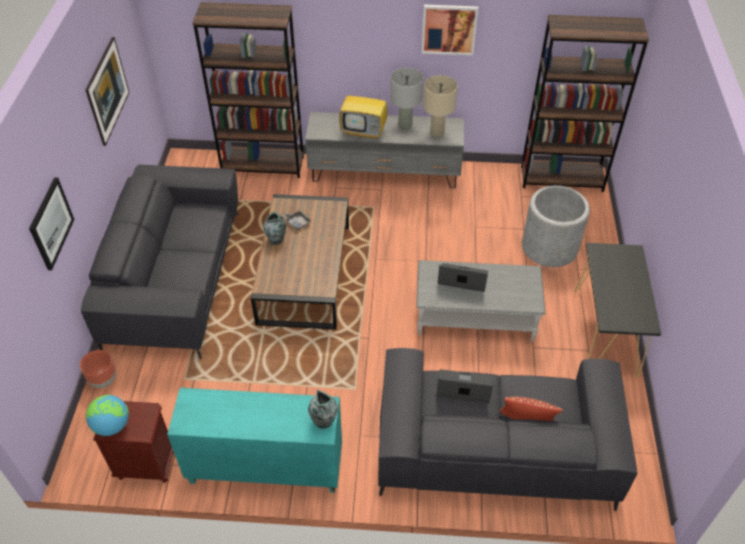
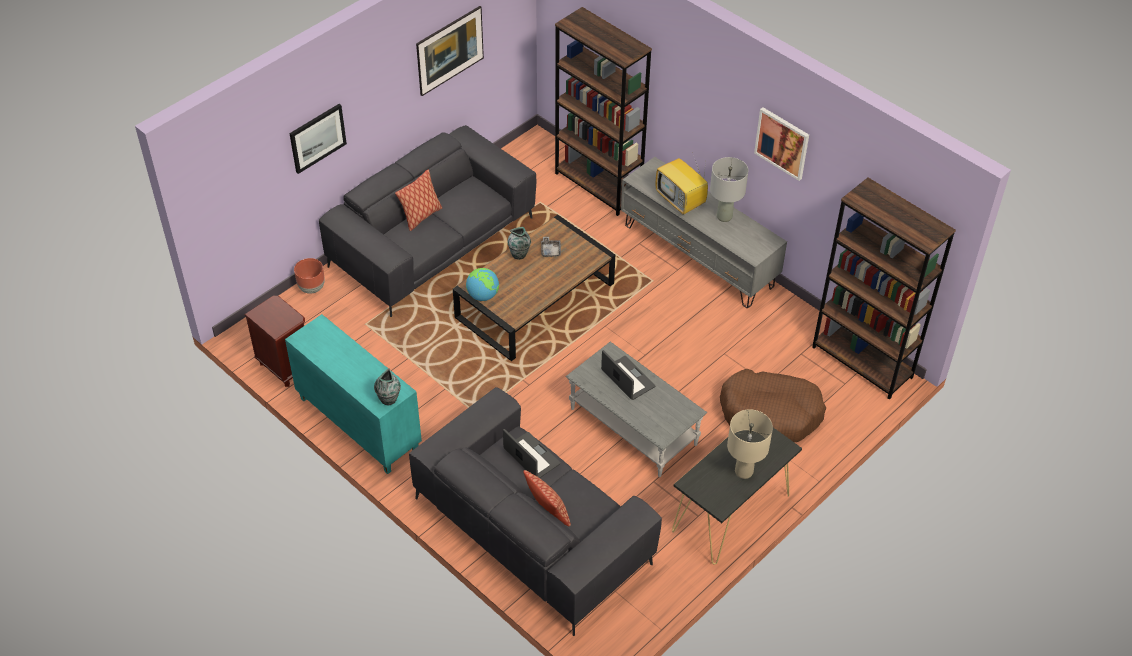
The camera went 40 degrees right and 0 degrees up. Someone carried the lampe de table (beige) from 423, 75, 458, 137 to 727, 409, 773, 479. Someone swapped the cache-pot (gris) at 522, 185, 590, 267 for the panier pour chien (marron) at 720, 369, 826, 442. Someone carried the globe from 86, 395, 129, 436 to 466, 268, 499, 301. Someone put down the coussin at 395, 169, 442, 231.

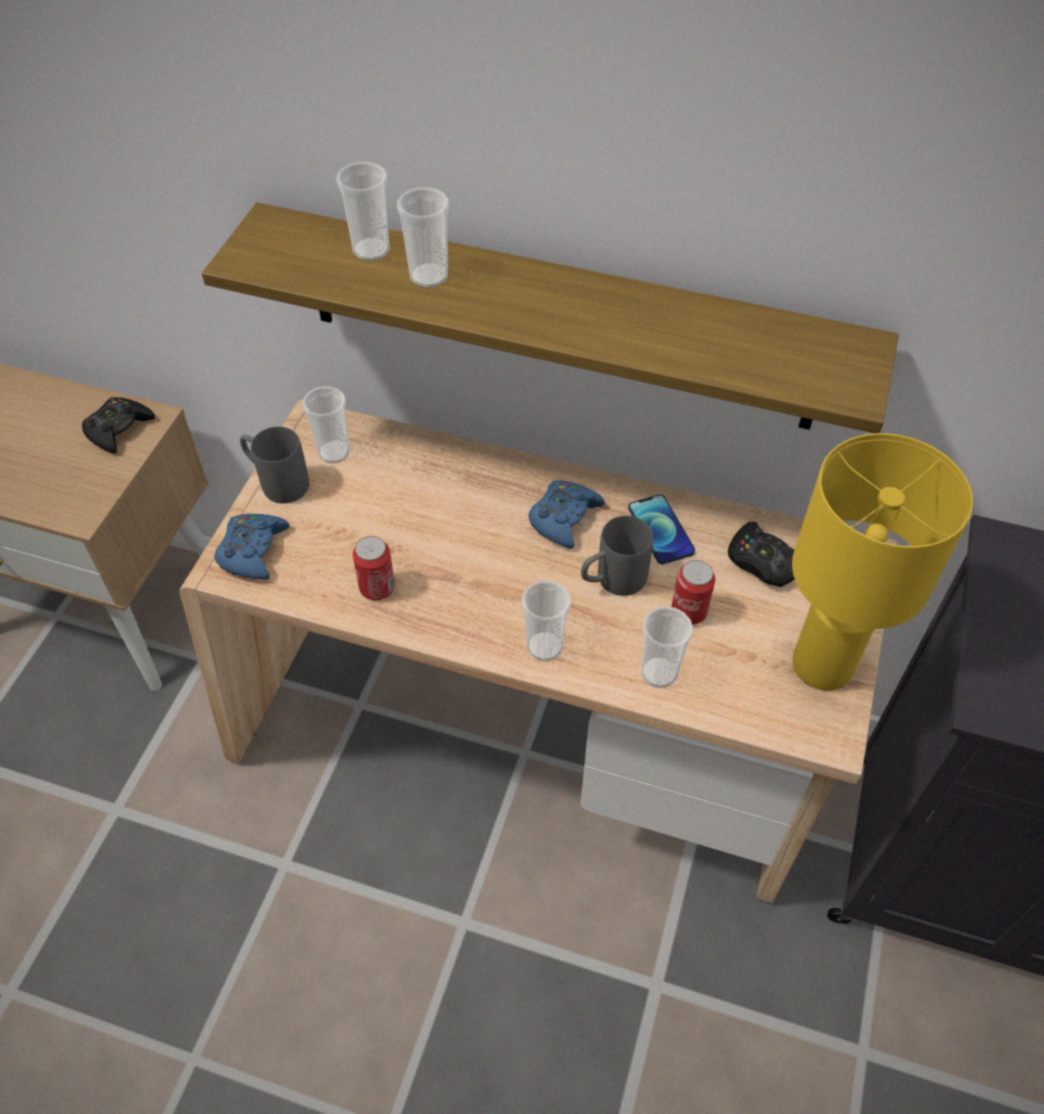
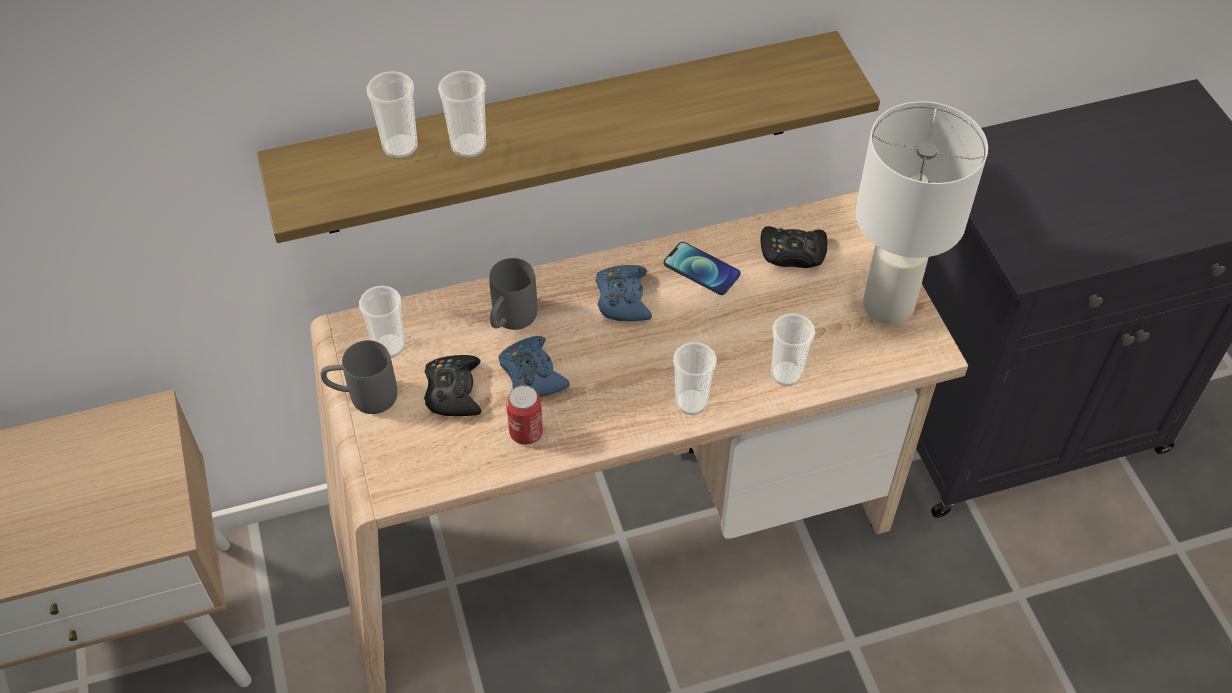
The camera went 35 degrees left and 0 degrees up. Someone carried the manette (noir) from 82, 397, 155, 454 to 424, 355, 481, 416. Someone repainted the lampe de table (jaune) at 792, 433, 973, 691, which became the lampe de table (blanc) at 855, 101, 988, 325. Someone carried the manette (bleu) from 214, 514, 290, 580 to 498, 336, 570, 397. Someone carried the mug (gris) from 581, 516, 653, 596 to 489, 258, 537, 330. Someone took away the boîte métallique at 671, 560, 715, 625.

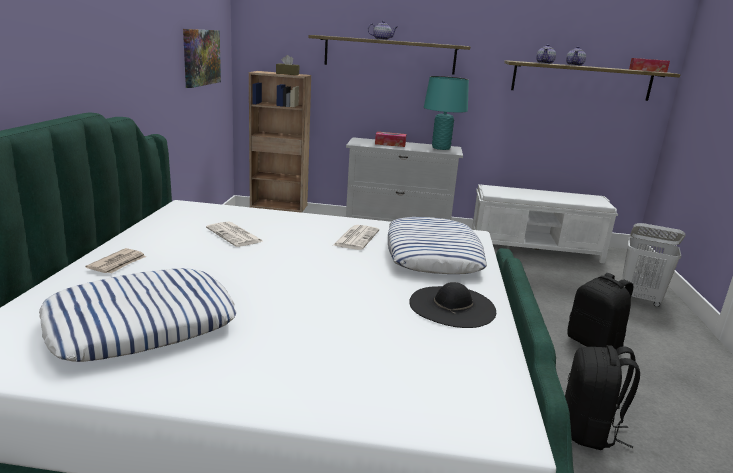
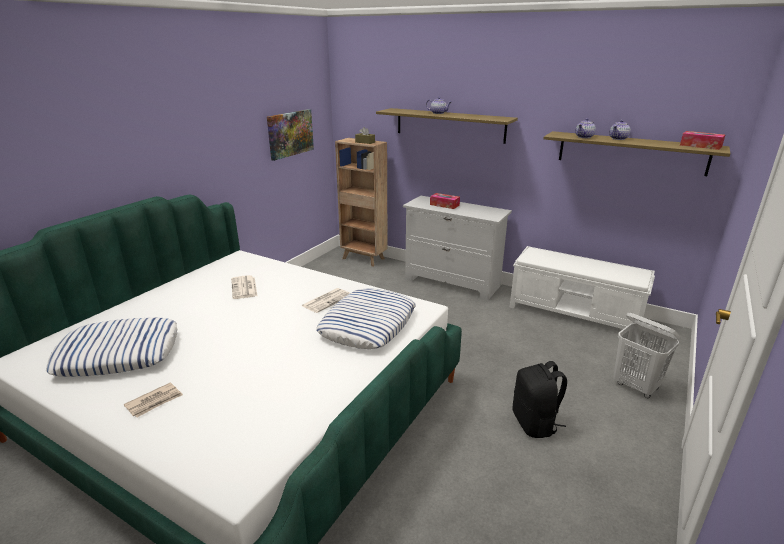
The camera went 25 degrees right and 5 degrees up. Someone took away the lampe de table (turquoise) at 424, 76, 469, 150. Someone carried the journal from 85, 248, 146, 273 to 124, 382, 183, 417. Someone took away the chapeau (noir) at 409, 282, 496, 328. Someone took away the sac à dos (noir) at 565, 345, 640, 450.

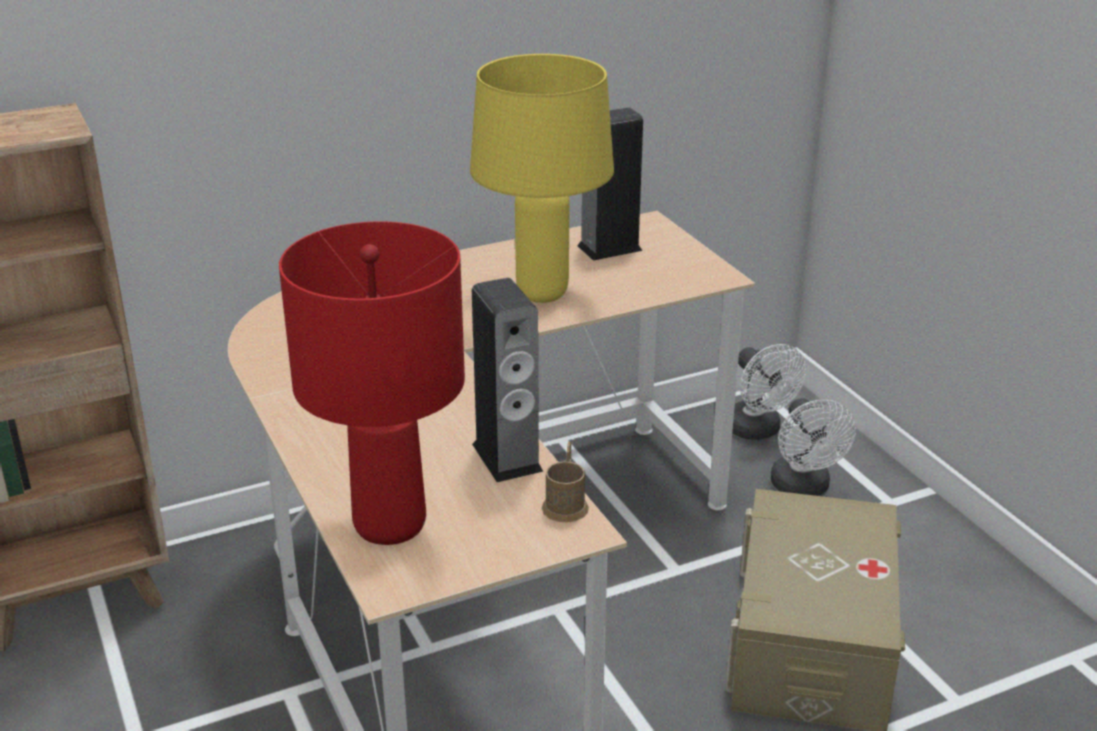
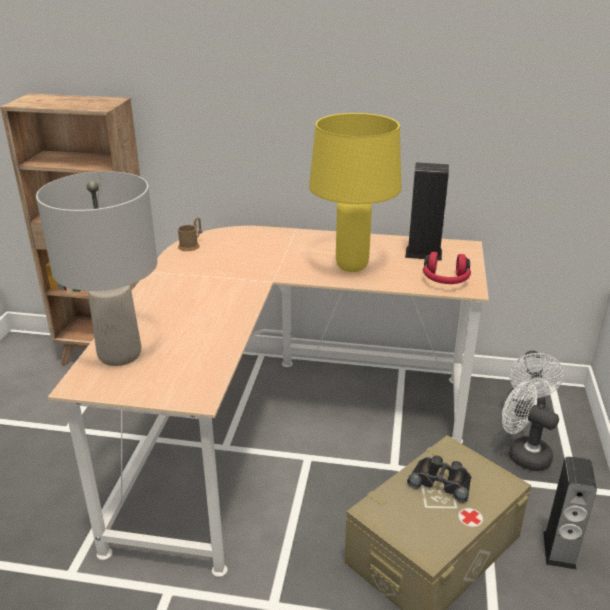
The camera went 35 degrees right and 0 degrees up. Someone repainted the lampe de table (rouge) at 279, 221, 465, 545, which became the lampe de table (gris) at 36, 171, 157, 366. Someone carried the enceinte from 472, 278, 543, 482 to 543, 456, 597, 570. Someone rotated the ventilateur (blanc) at 771, 398, 856, 496 by 105 degrees clockwise. Someone carried the mug (marron) from 542, 441, 589, 522 to 178, 218, 203, 251. Someone put down the casque audio (rouge) at 423, 252, 471, 284. Someone put down the jumelles (noir) at 407, 455, 471, 503.

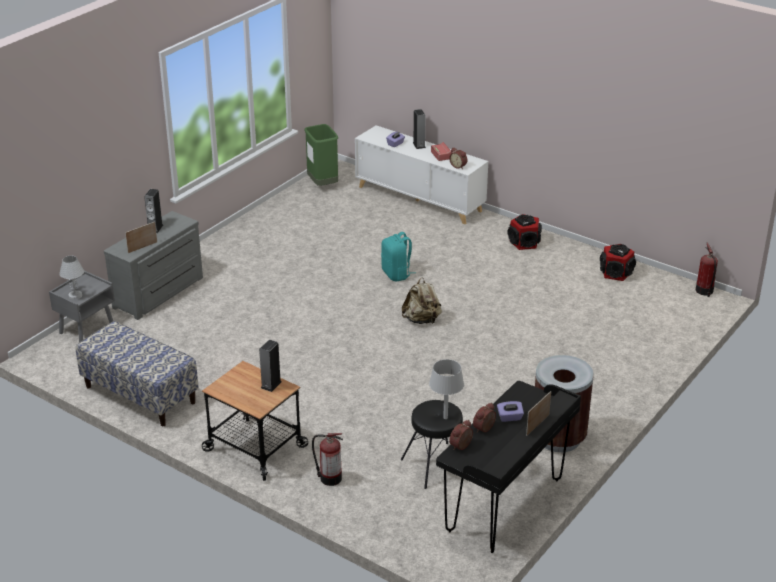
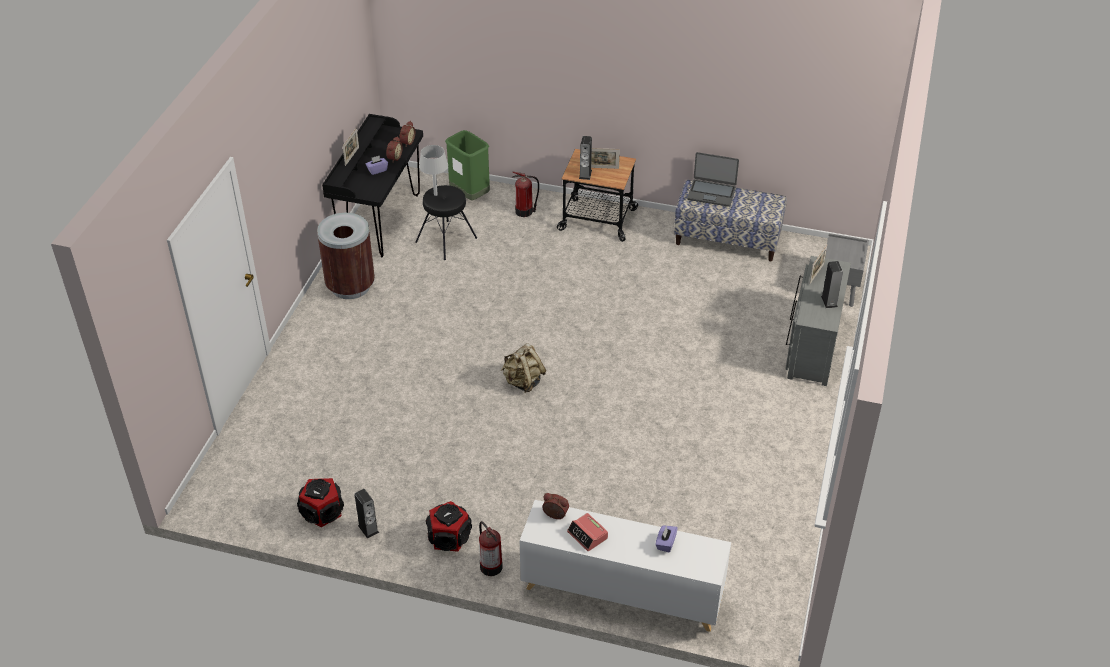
The camera went 160 degrees right and 10 degrees up. Someone carried the enceinte from 413, 109, 426, 149 to 354, 489, 379, 539. Someone carried the poubelle (vert) from 304, 124, 338, 186 to 445, 130, 490, 200. Someone took away the sac à dos (turquoise) at 381, 232, 416, 281. Someone carried the extincteur from 696, 242, 718, 297 to 479, 521, 503, 576. Someone took away the lampe de table (blanc) at 59, 256, 84, 300. Someone put down the cadre photo at 591, 148, 620, 169. Someone put down the ordinateur portable at 687, 152, 739, 207.

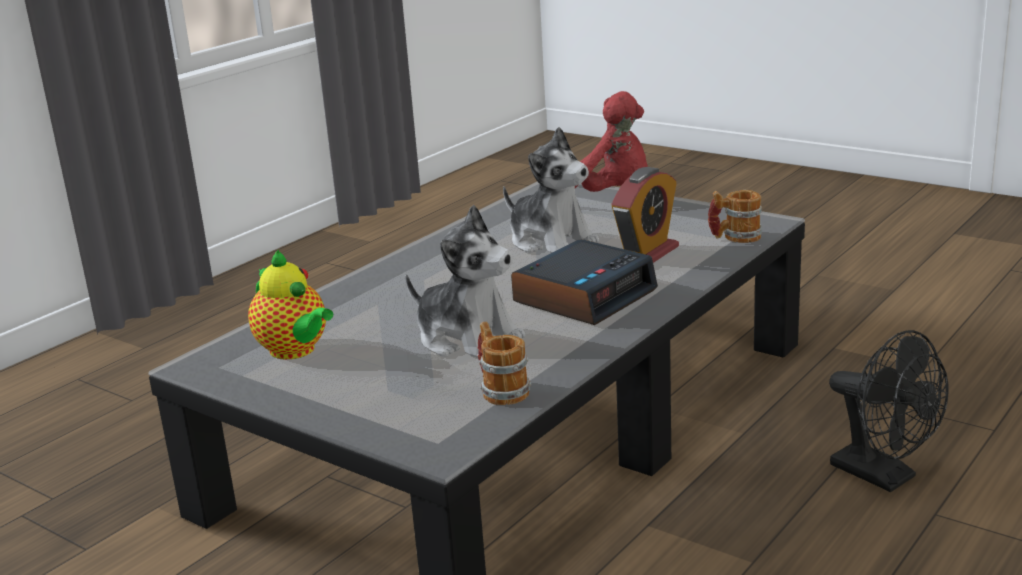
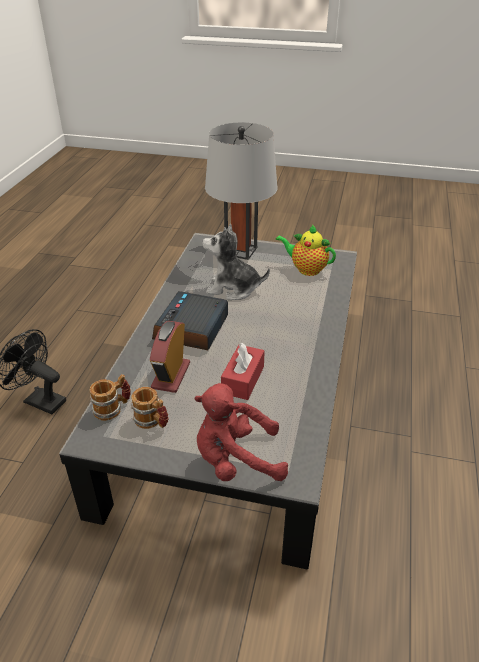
The camera went 155 degrees right and 15 degrees up. Someone swapped the peluche at 503, 127, 599, 253 for the boîte à mouchoirs (rouge) at 221, 343, 265, 400. Someone carried the mug from 477, 322, 531, 405 to 131, 387, 169, 429. Someone put down the lampe de table (gris) at 205, 122, 278, 260.

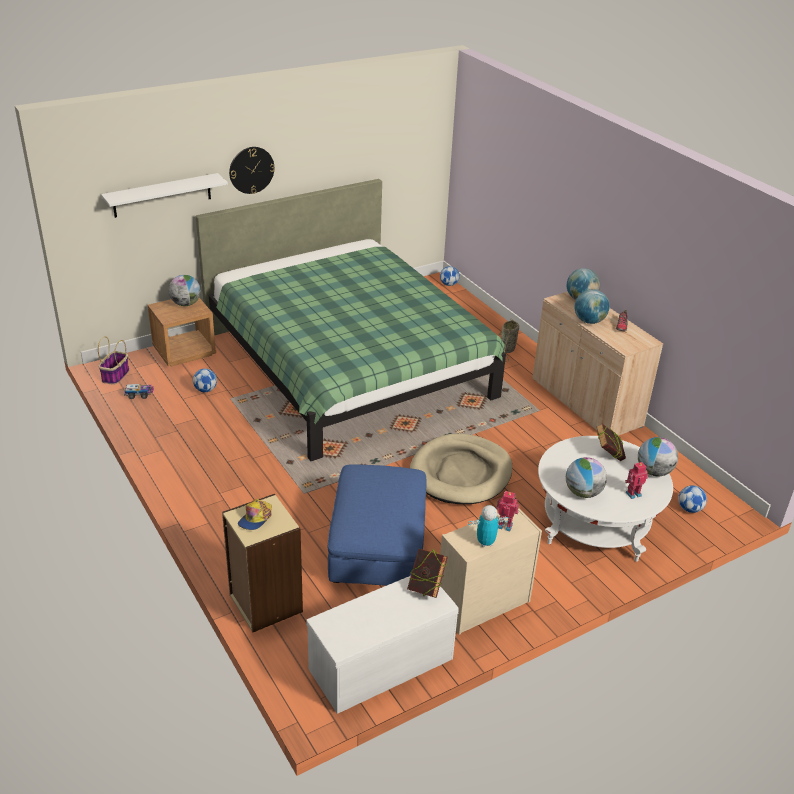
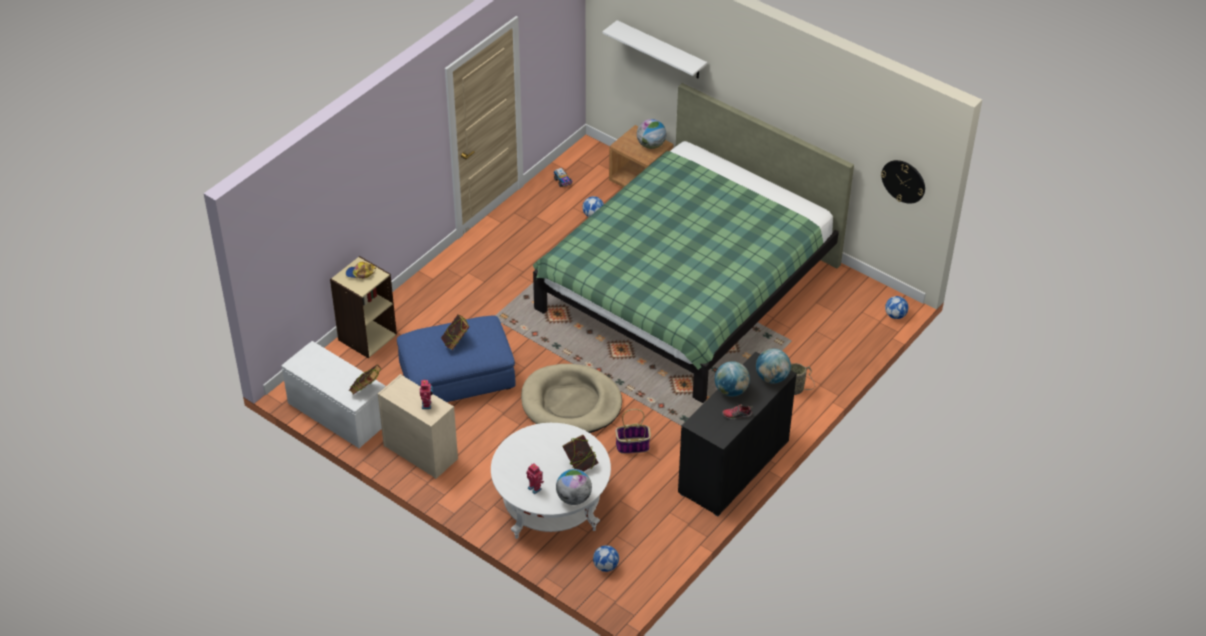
The camera went 70 degrees right and 10 degrees up. Someone carried the horloge murale from 229, 147, 275, 194 to 881, 160, 925, 204. Someone repainted the meuble de rangement (beige) at 532, 292, 663, 436, which became the meuble de rangement (noir) at 678, 351, 797, 517. Someone carried the panier from 98, 336, 129, 385 to 615, 409, 651, 454. Someone took away the globe at 566, 457, 607, 498. Someone took away the robot jouet at 468, 505, 509, 547. Someone put down the livre at 441, 314, 470, 350.

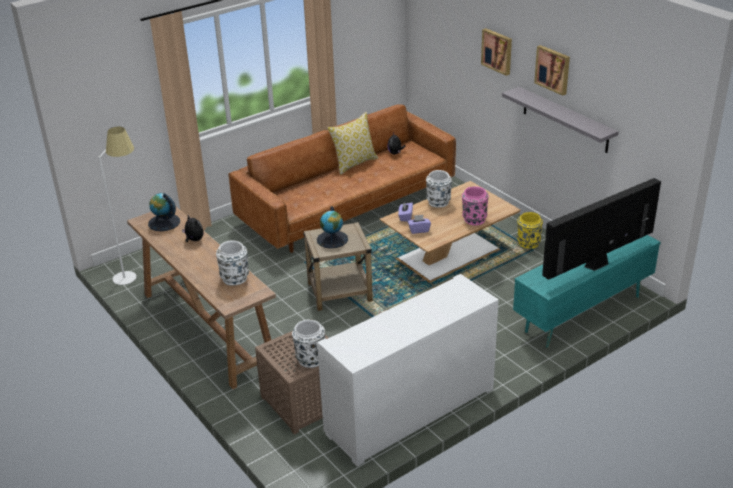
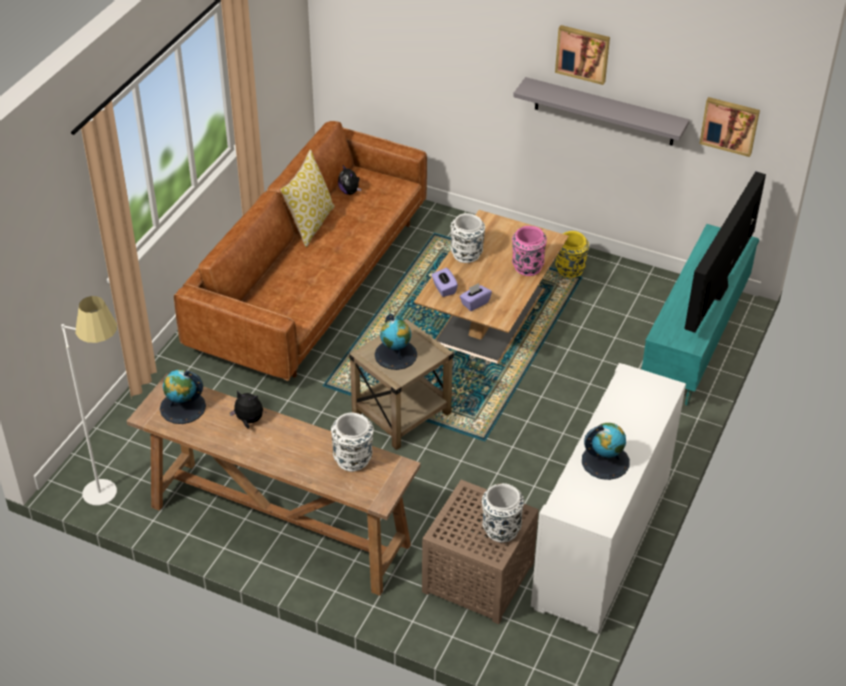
The camera went 30 degrees left and 10 degrees up. Someone carried the tableau from 481, 28, 512, 76 to 699, 97, 760, 157. Someone put down the globe at 582, 423, 630, 480.

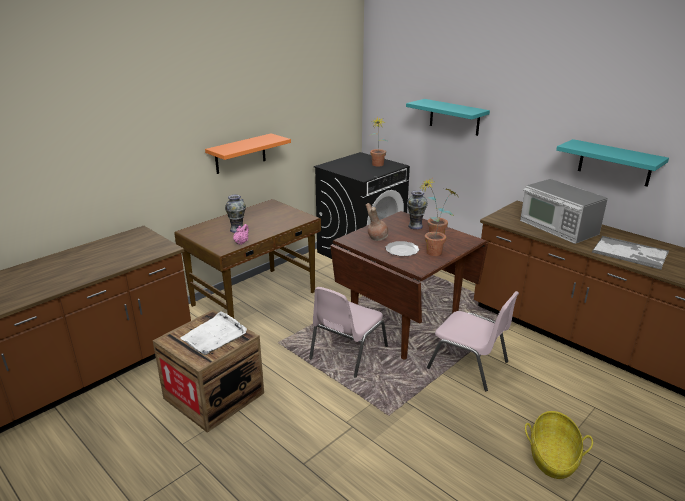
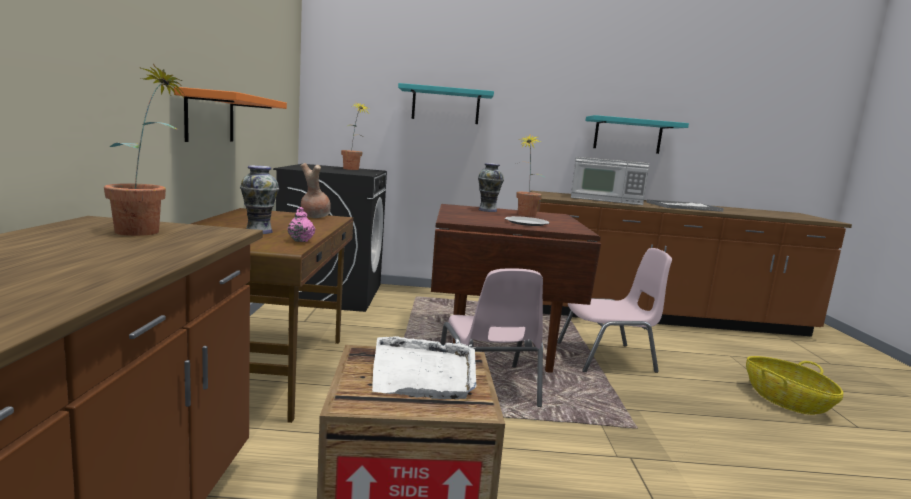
The camera went 45 degrees left and 15 degrees down. Someone carried the plante en pot from 425, 187, 457, 256 to 104, 64, 183, 236. Someone carried the vase (marron) from 366, 203, 388, 241 to 301, 163, 331, 218.

